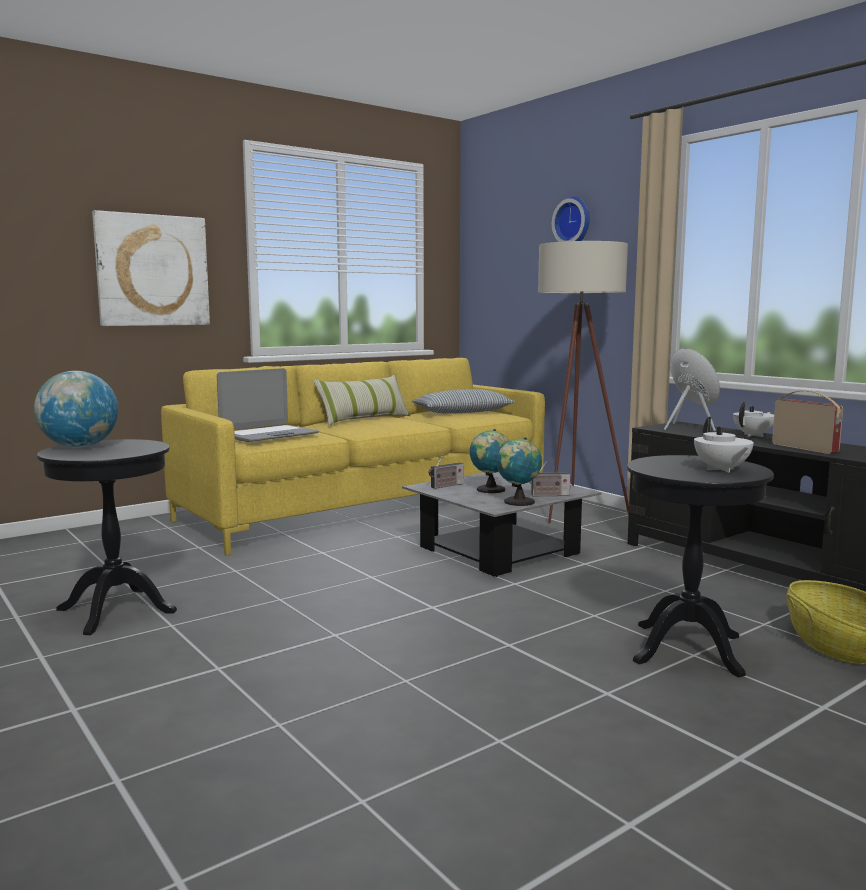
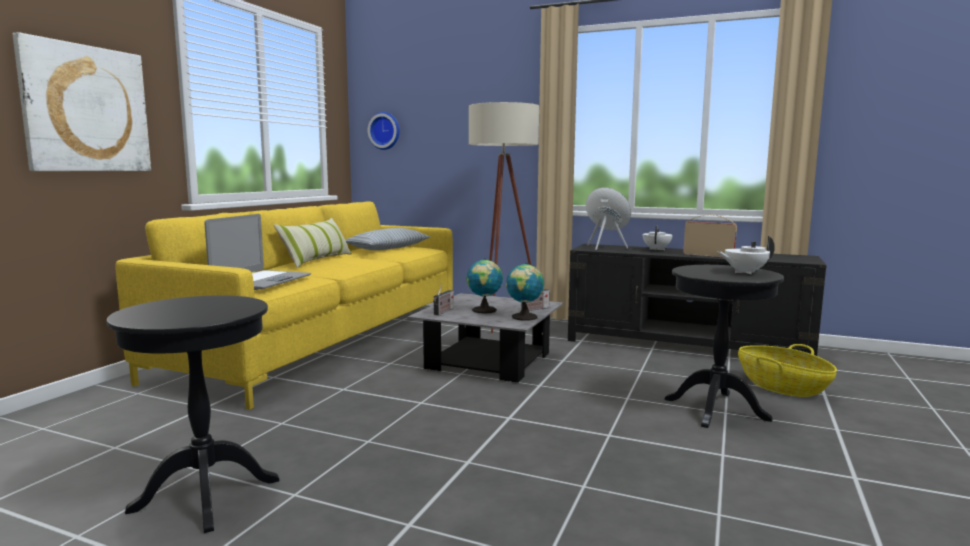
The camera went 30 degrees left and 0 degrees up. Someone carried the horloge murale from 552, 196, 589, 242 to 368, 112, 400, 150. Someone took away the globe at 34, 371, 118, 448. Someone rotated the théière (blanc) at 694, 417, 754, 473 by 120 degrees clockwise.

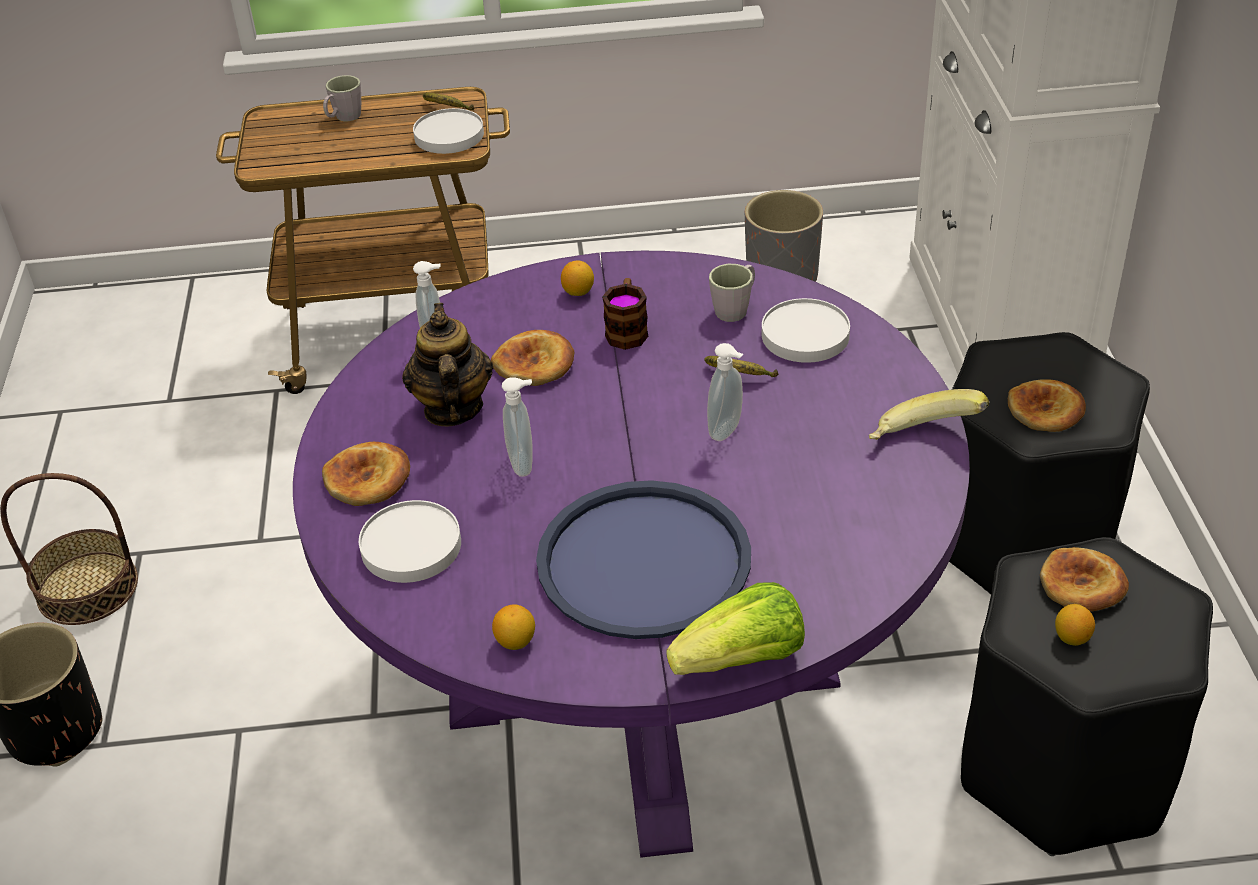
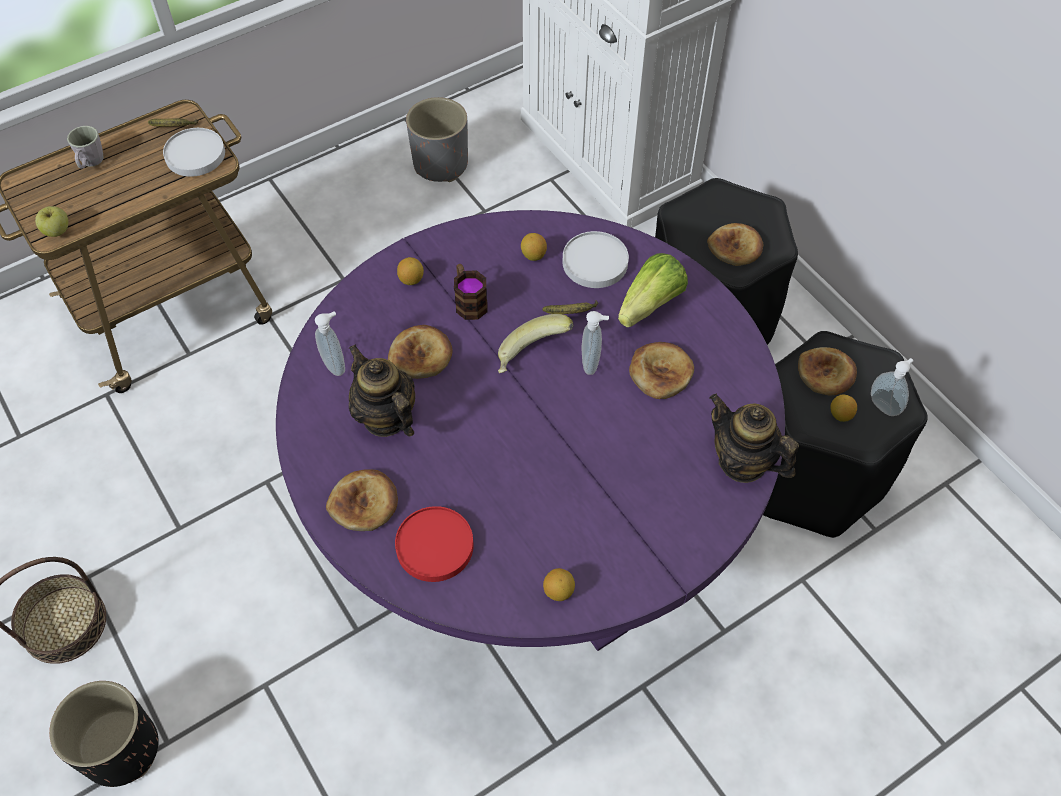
The camera went 30 degrees left and 15 degrees up. Someone swapped the mug (gris) at 709, 264, 755, 322 for the citron at 521, 233, 547, 261. Someone carried the distributeur de savon from 502, 377, 533, 477 to 871, 358, 913, 416. Someone carried the banane from 869, 389, 989, 440 to 498, 314, 573, 373. Someone took away the plateau (bleu) at 536, 480, 751, 639. Someone repainted the assiette (blanc) at 359, 500, 461, 583, which became the assiette (rouge) at 395, 506, 474, 582. Someone carried the laitue from 667, 582, 805, 675 to 618, 253, 688, 327. Someone put down the pomme at 35, 206, 68, 237. Someone put down the pain at 629, 342, 694, 399. Someone put down the théière at 710, 394, 799, 483.

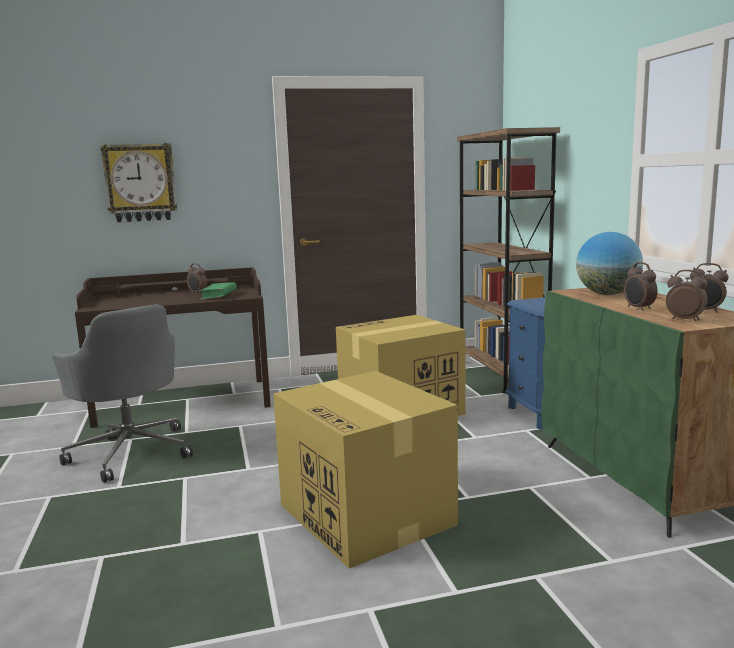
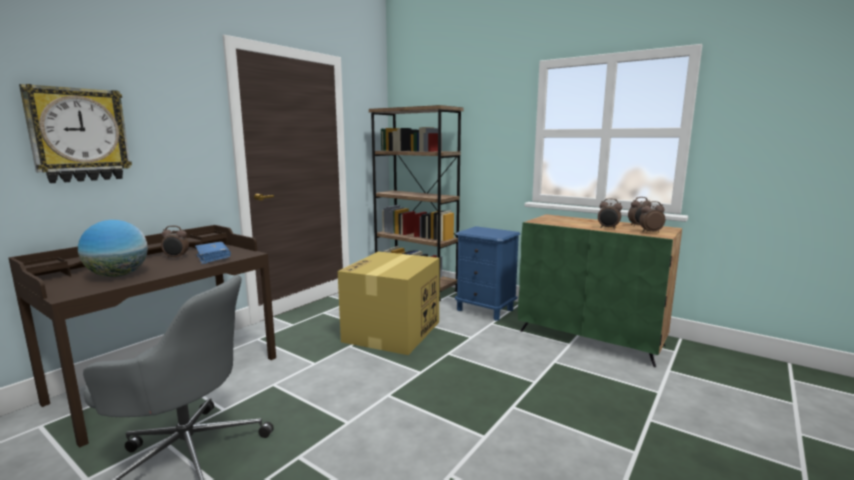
The camera went 40 degrees left and 0 degrees up. Someone carried the globe from 576, 232, 643, 295 to 78, 220, 148, 277. Someone repainted the livre (vert) at 199, 282, 237, 300, which became the livre (bleu) at 195, 242, 231, 264. Someone took away the carton at 273, 371, 458, 569.

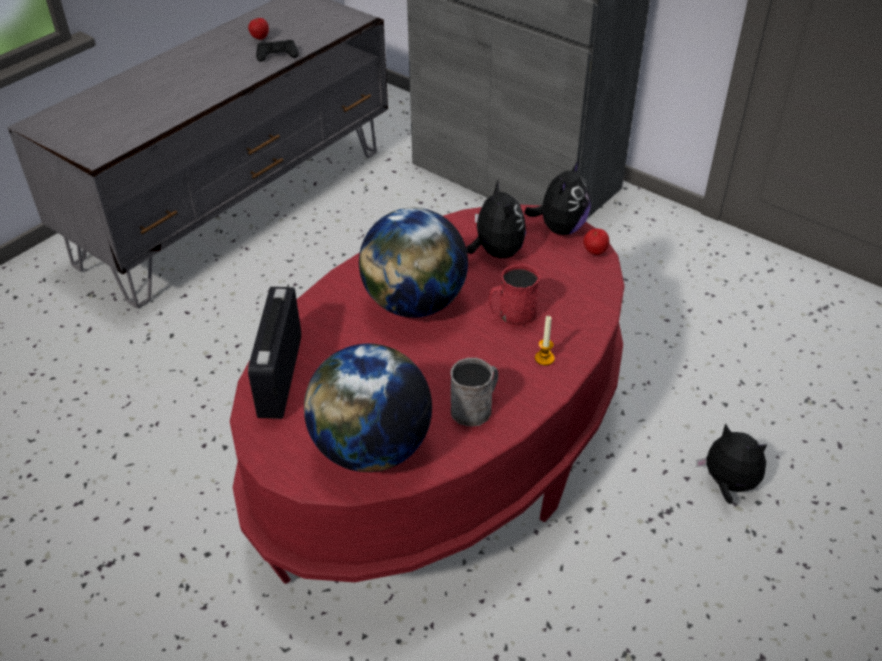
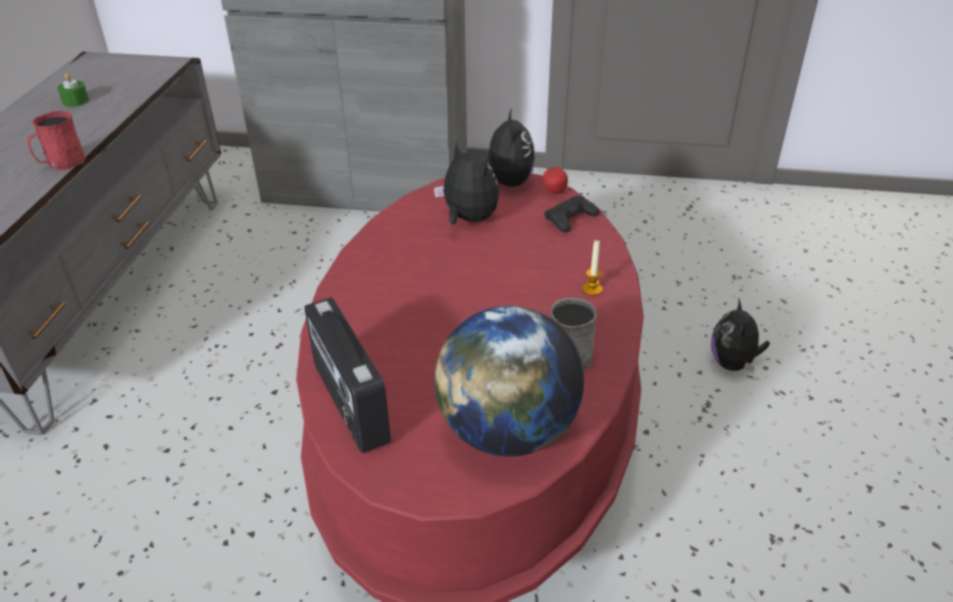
The camera went 30 degrees left and 5 degrees down. Someone swapped the pomme at 248, 18, 269, 40 for the bougie (vert) at 57, 73, 89, 107. Someone carried the manette (noir) from 256, 40, 299, 62 to 544, 196, 600, 232. Someone took away the globe at 359, 208, 468, 318. Someone carried the mug (rouge) from 489, 264, 540, 326 to 27, 111, 86, 171. Someone rotated the peluche at 696, 423, 767, 504 by 90 degrees counterclockwise.

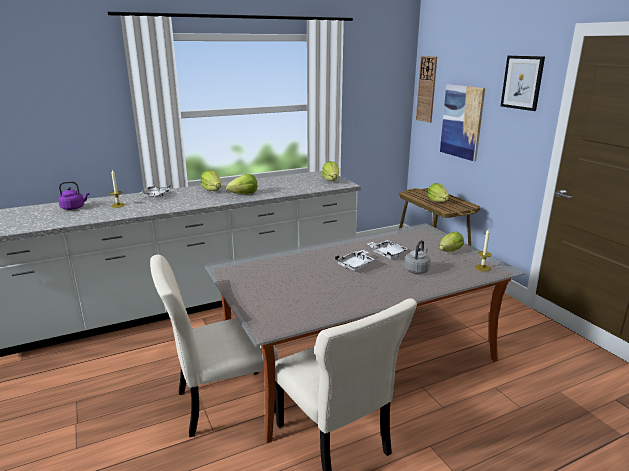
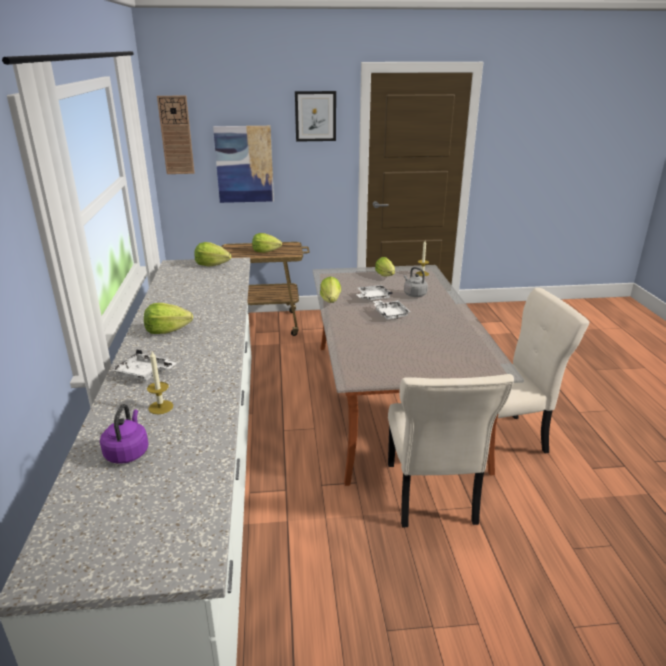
The camera went 70 degrees left and 5 degrees up. Someone carried the laitue from 226, 174, 257, 194 to 320, 277, 341, 303.

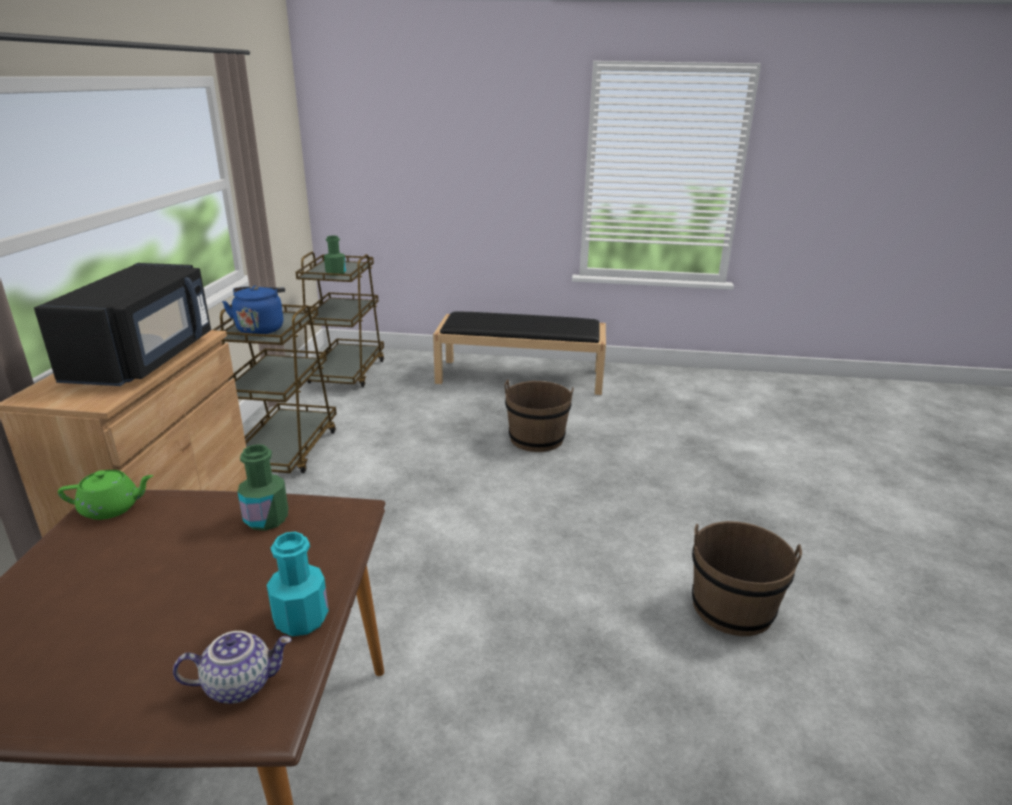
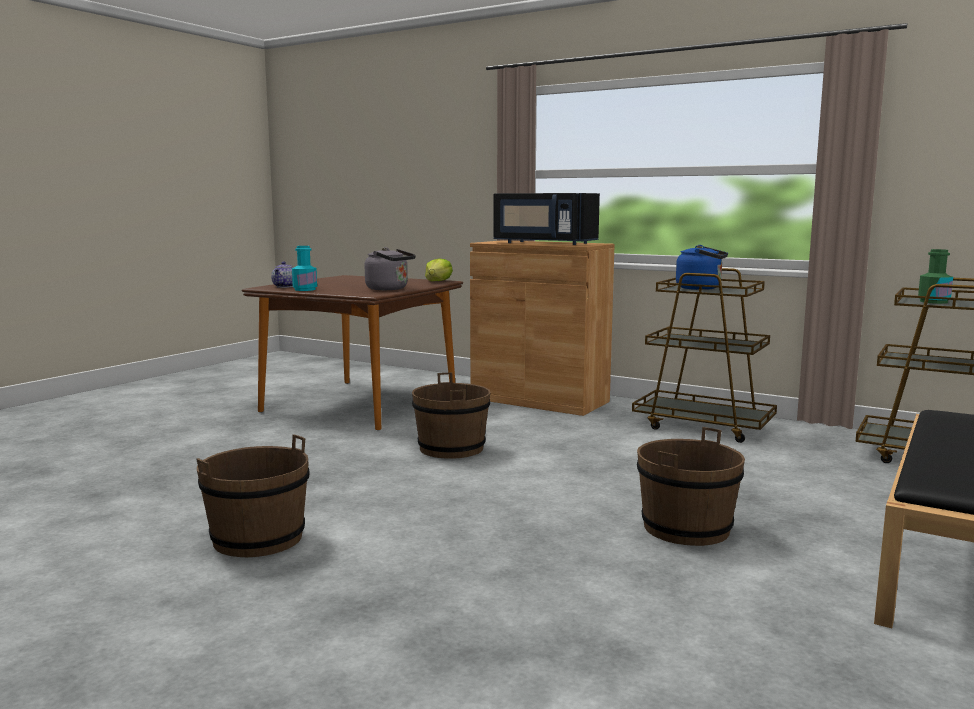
The camera went 115 degrees right and 15 degrees down. Someone swapped the bouteille (vert) at 238, 444, 288, 531 for the bouilloire (gris) at 365, 247, 416, 290. Someone swapped the théière (vert) at 58, 470, 153, 520 for the laitue at 425, 258, 453, 281. Someone put down the seau (marron) at 412, 373, 491, 459.

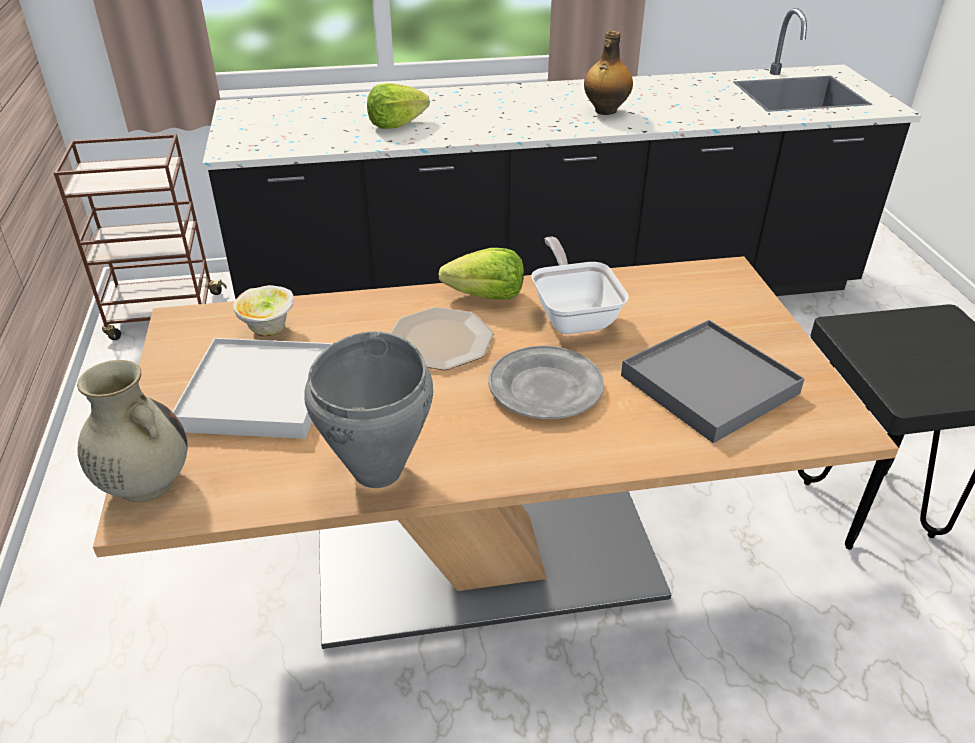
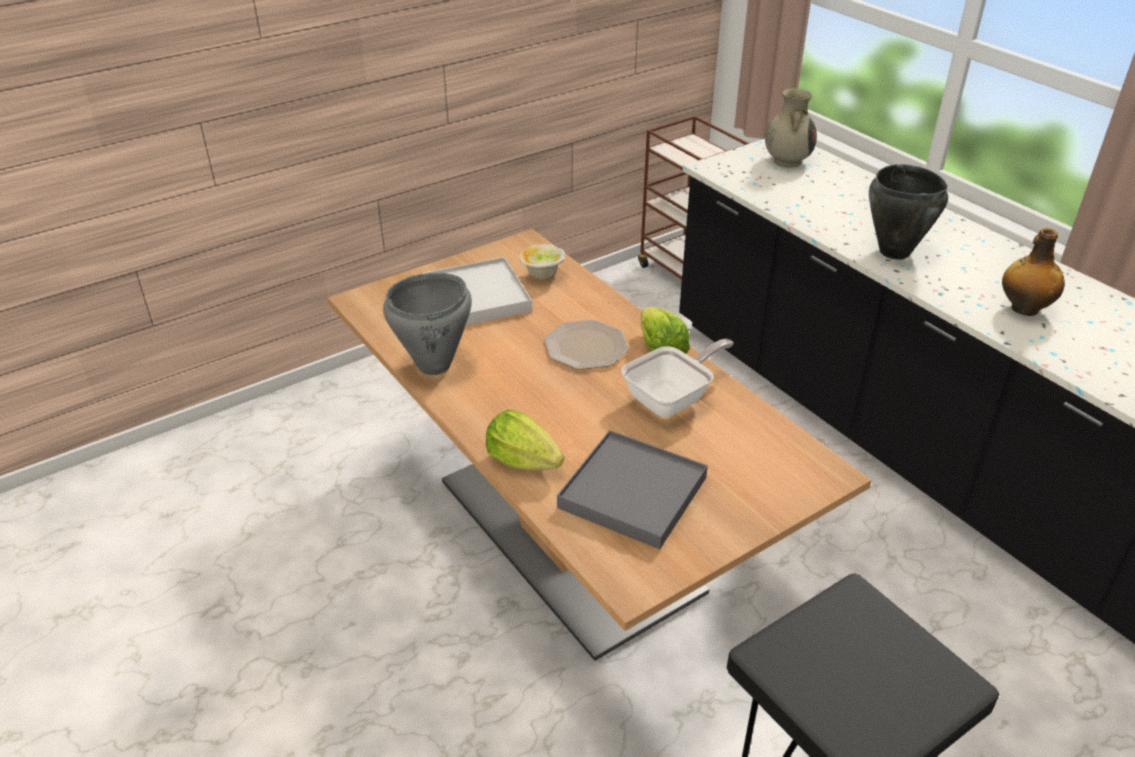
The camera went 65 degrees right and 0 degrees up. Someone carried the laitue from 367, 83, 430, 129 to 486, 410, 564, 470. Someone took away the assiette (gris) at 488, 346, 604, 419. Someone carried the vase (beige) from 77, 360, 187, 503 to 765, 89, 817, 167. Someone put down the marmite (noir) at 869, 164, 948, 259.

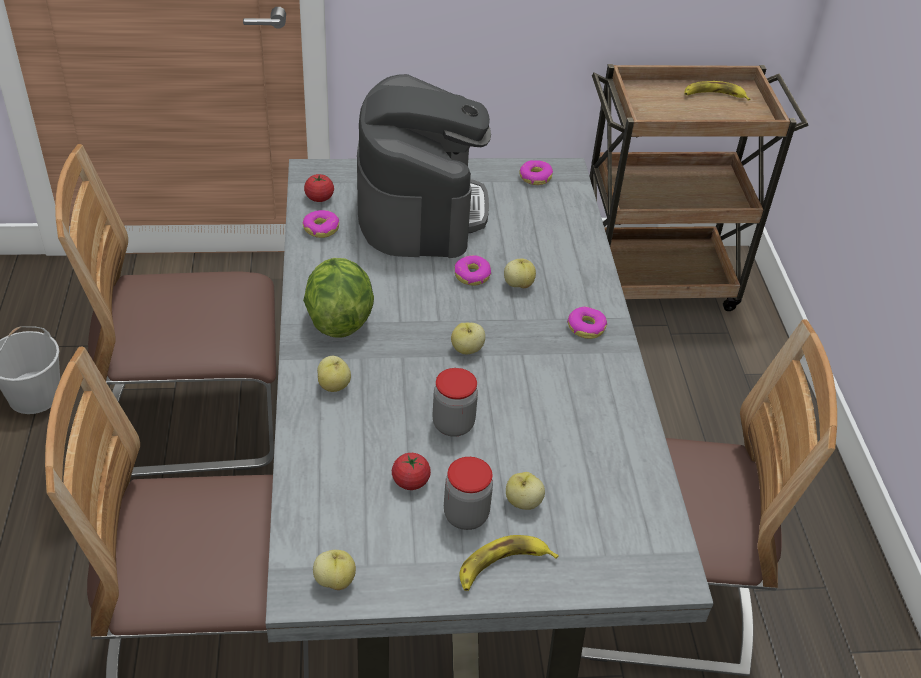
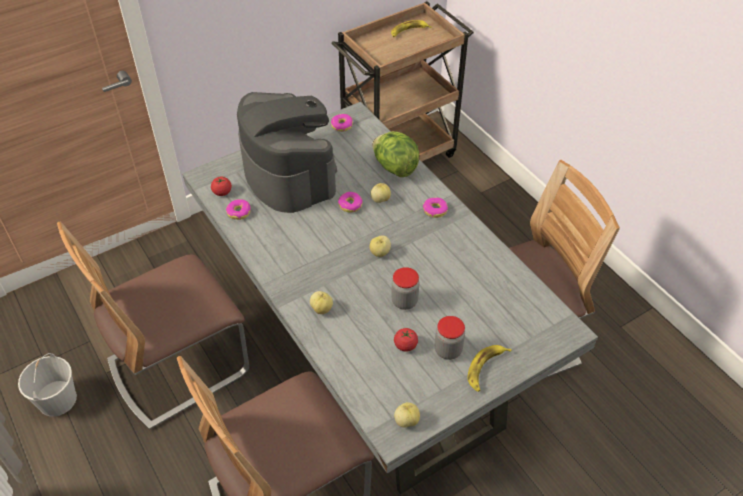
The camera went 25 degrees left and 5 degrees up. Someone carried the laitue from 303, 258, 374, 338 to 372, 131, 419, 177. Someone took away the pomme at 506, 472, 545, 510.

